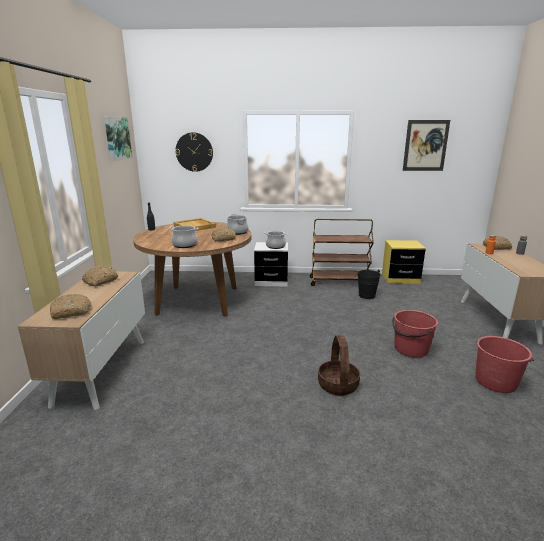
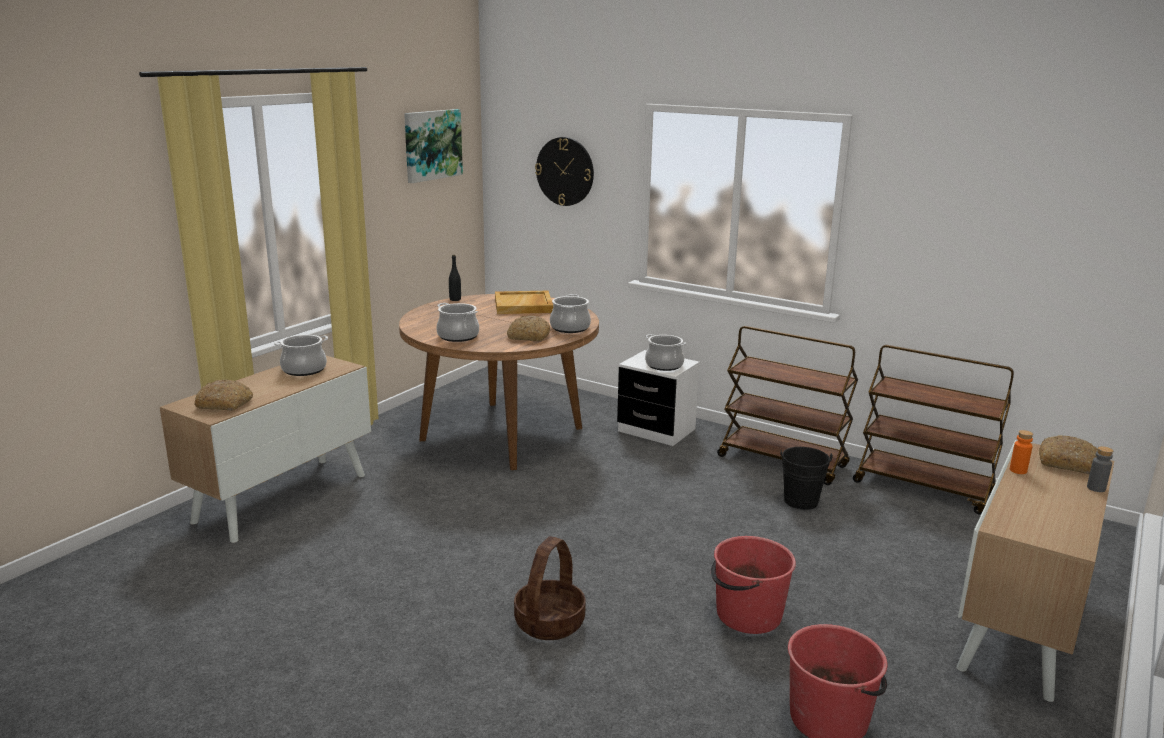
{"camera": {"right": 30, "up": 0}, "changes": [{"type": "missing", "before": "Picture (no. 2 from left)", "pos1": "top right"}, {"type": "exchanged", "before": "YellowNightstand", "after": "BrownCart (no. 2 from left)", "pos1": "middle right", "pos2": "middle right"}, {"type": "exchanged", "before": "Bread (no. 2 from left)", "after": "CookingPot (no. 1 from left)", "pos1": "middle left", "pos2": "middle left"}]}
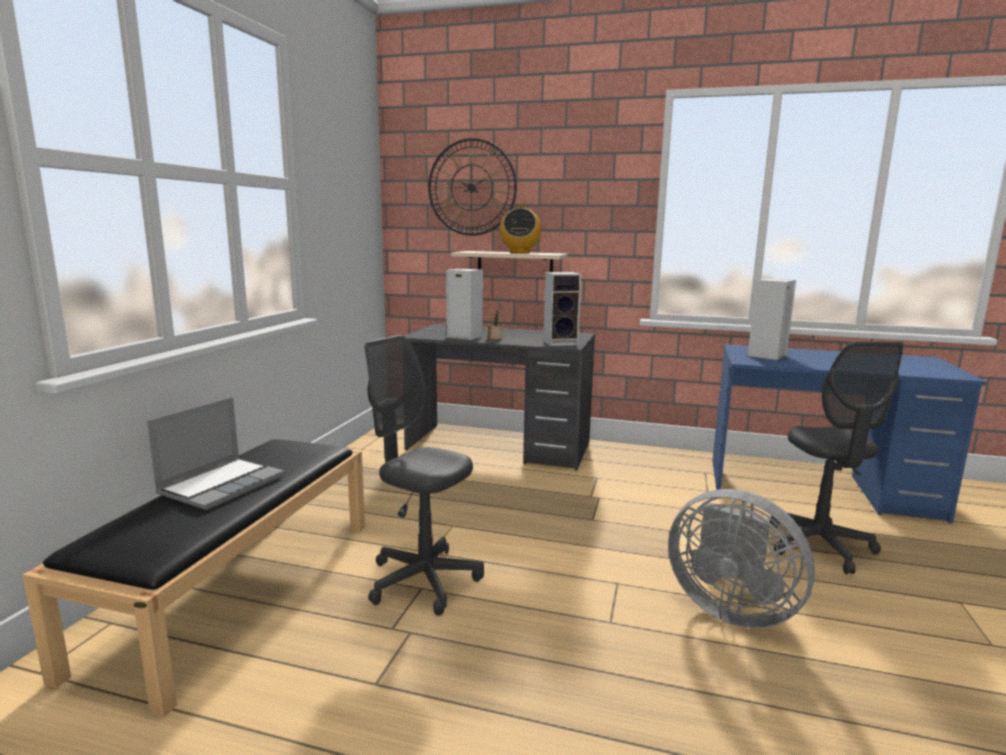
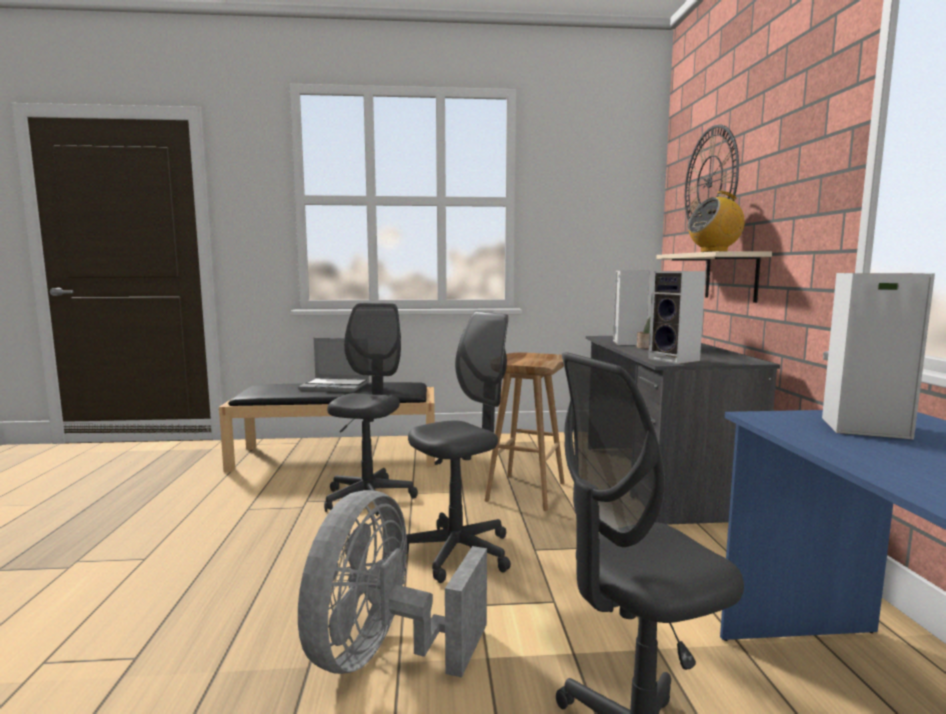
{"camera": {"right": 70, "up": -5}, "changes": [{"type": "appeared", "after": "GreyOfficeChair (no. 2 from left)", "pos2": "centre"}, {"type": "appeared", "after": "BrownStool", "pos2": "centre"}]}
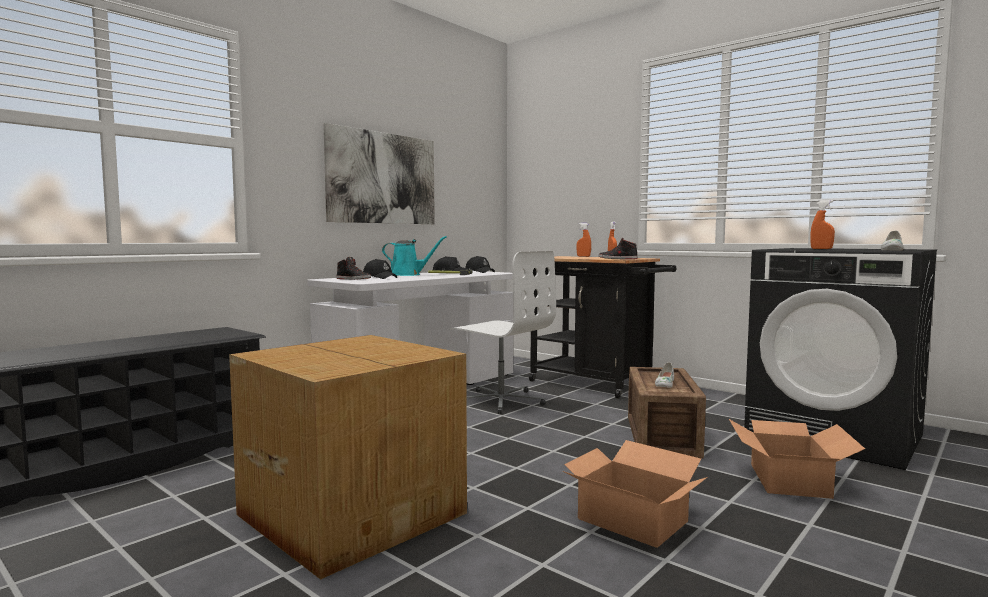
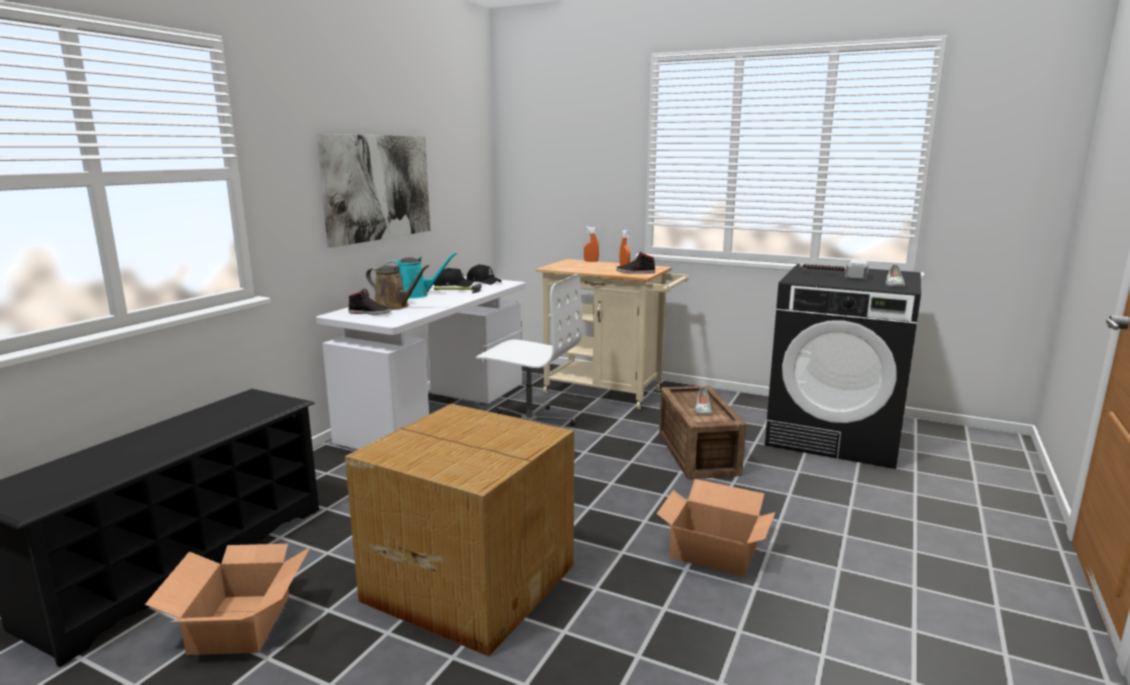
{"camera": {"right": -15, "up": 10}, "changes": [{"type": "exchanged", "before": "OrangeSprayBottle (no. 3 from left)", "after": "Hammer (no. 2 from left)", "pos1": "middle right", "pos2": "middle right"}, {"type": "colour", "before": "BlackCart", "after": "BeigeCart", "pos1": "centre", "pos2": "centre"}, {"type": "exchanged", "before": "BlackCap (no. 1 from left)", "after": "BrownWateringCan", "pos1": "centre", "pos2": "centre"}, {"type": "relocated", "before": "CardboardBox (no. 3 from left in the first image)", "after": "CardboardBox (no. 1 from left)", "pos1": "bottom right", "pos2": "bottom left"}]}
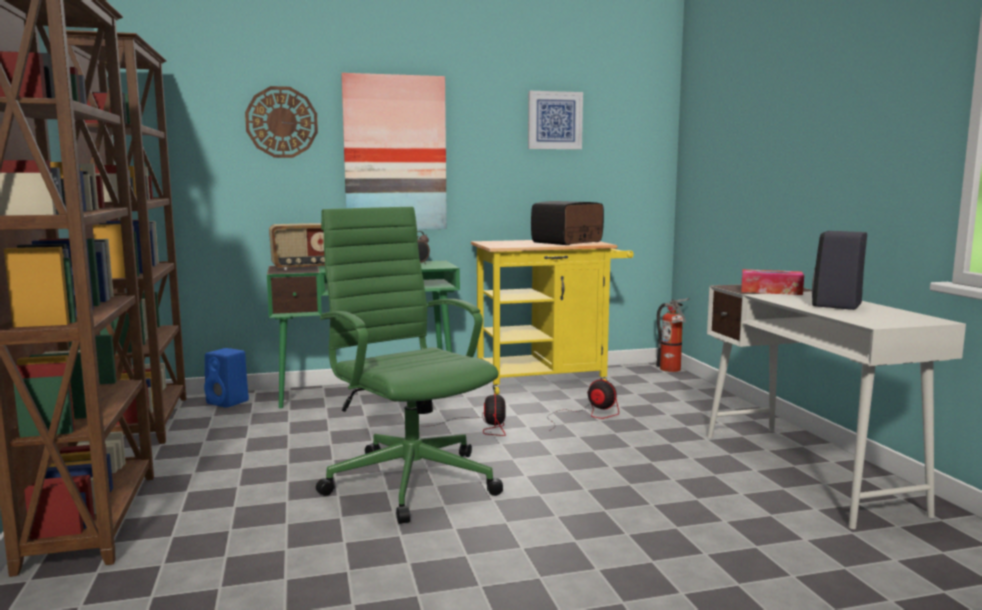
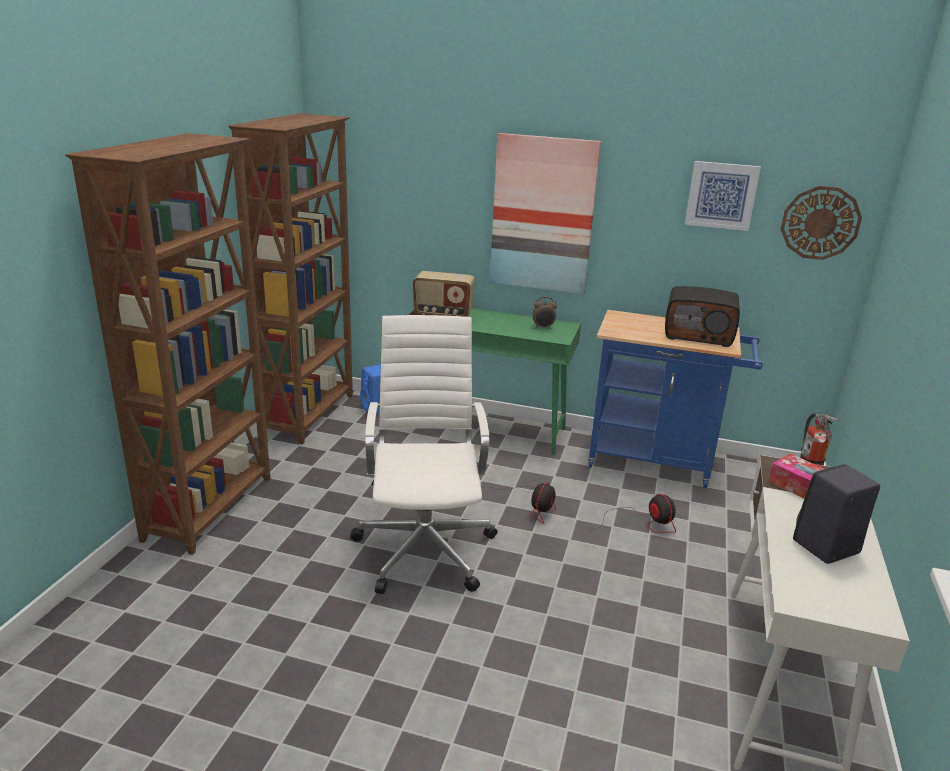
{"camera": {"right": 30, "up": 15}, "changes": [{"type": "relocated", "before": "WallClock", "pos1": "top left", "pos2": "top right"}, {"type": "spun", "before": "Radio (no. 2 from left)", "pos1": "centre", "pos2": "middle right", "turn": -150}, {"type": "colour", "before": "GreenOfficeChair", "after": "WhiteOfficeChair", "pos1": "centre", "pos2": "centre"}, {"type": "colour", "before": "YellowCart", "after": "BlueCart", "pos1": "centre", "pos2": "middle right"}]}
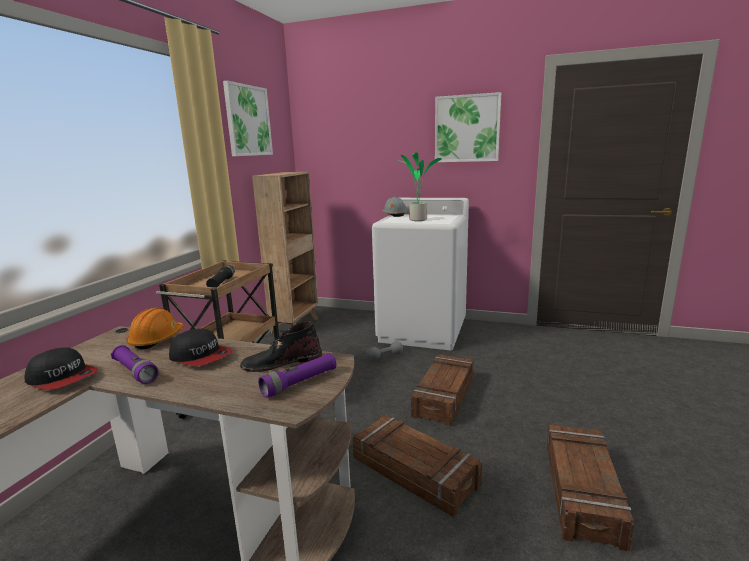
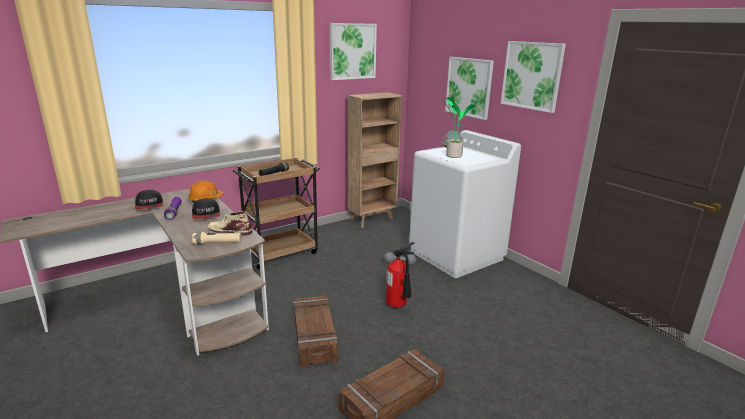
{"camera": {"right": 35, "up": 5}, "changes": [{"type": "colour", "before": "BlackBoot", "after": "BeigeBoot", "pos1": "centre", "pos2": "middle left"}, {"type": "colour", "before": "PurpleFlashlight (no. 2 from left)", "after": "BeigeFlashlight", "pos1": "bottom centre", "pos2": "middle left"}, {"type": "exchanged", "before": "Crate (no. 2 from left)", "after": "FireExtinguisher", "pos1": "bottom centre", "pos2": "centre"}, {"type": "appeared", "after": "Picture (no. 2 from left)", "pos2": "top centre"}]}
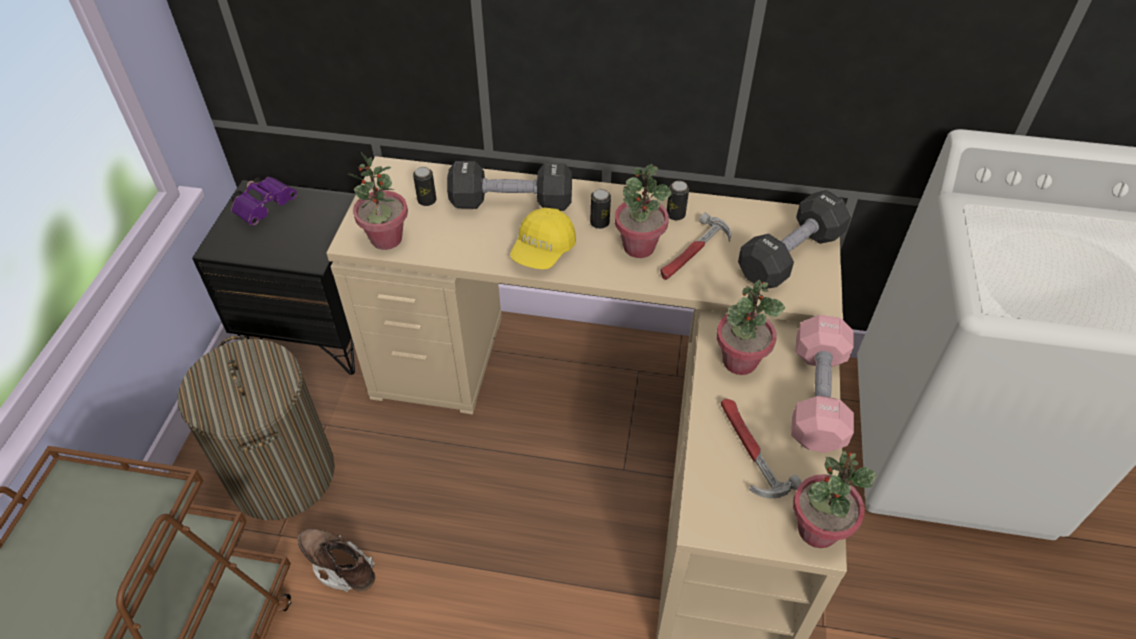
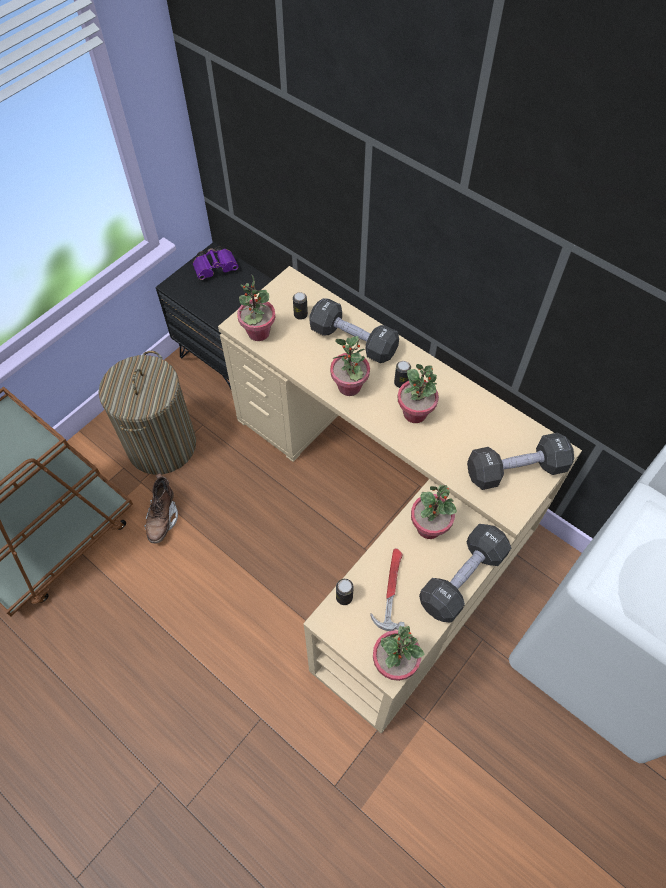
{"camera": {"right": 30, "up": 10}, "changes": [{"type": "relocated", "before": "Can (no. 3 from left in the first image)", "after": "Can (no. 2 from left)", "pos1": "top centre", "pos2": "bottom centre"}, {"type": "exchanged", "before": "YellowCap", "after": "PottedPlant (no. 2 from left)", "pos1": "centre", "pos2": "centre"}, {"type": "missing", "before": "Hammer (no. 1 from left)", "pos1": "centre"}, {"type": "colour", "before": "PinkDumbbell", "after": "BlackDumbbell (no. 2 from left)", "pos1": "middle right", "pos2": "middle right"}, {"type": "spun", "before": "BrownBoot", "pos1": "bottom left", "pos2": "middle left", "turn": -150}]}
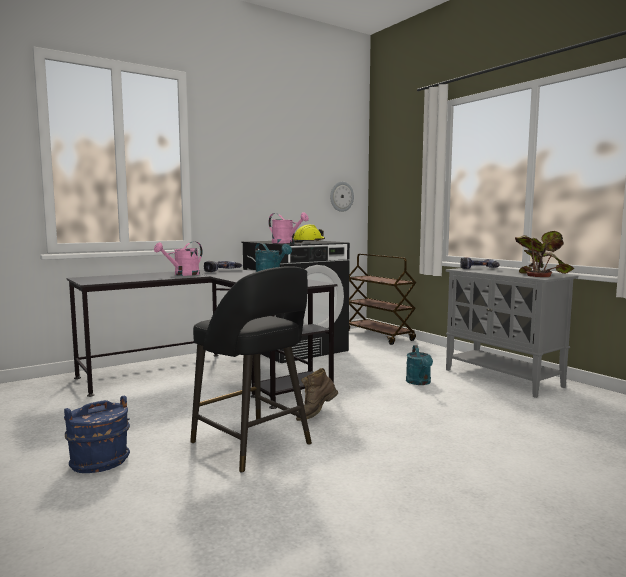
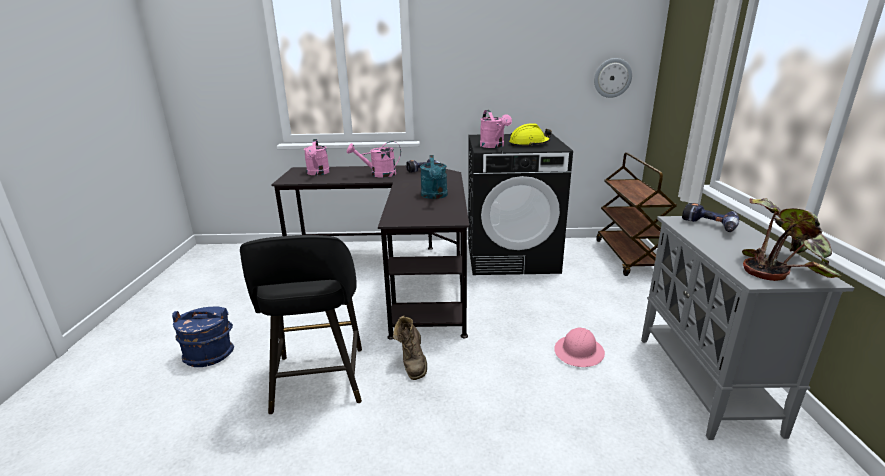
{"camera": {"right": 35, "up": 15}, "changes": [{"type": "exchanged", "before": "TurquoiseWateringCan (no. 2 from left)", "after": "PinkHardHat", "pos1": "middle right", "pos2": "bottom centre"}, {"type": "spun", "before": "BrownBoot", "pos1": "bottom centre", "pos2": "bottom centre", "turn": -90}, {"type": "appeared", "after": "PinkWateringCan (no. 1 from left)", "pos2": "top centre"}]}
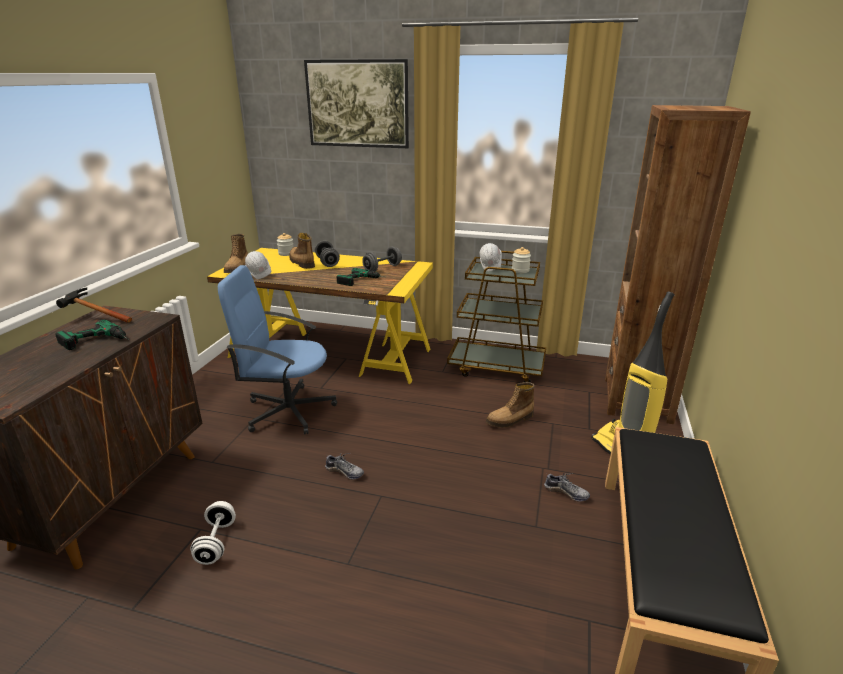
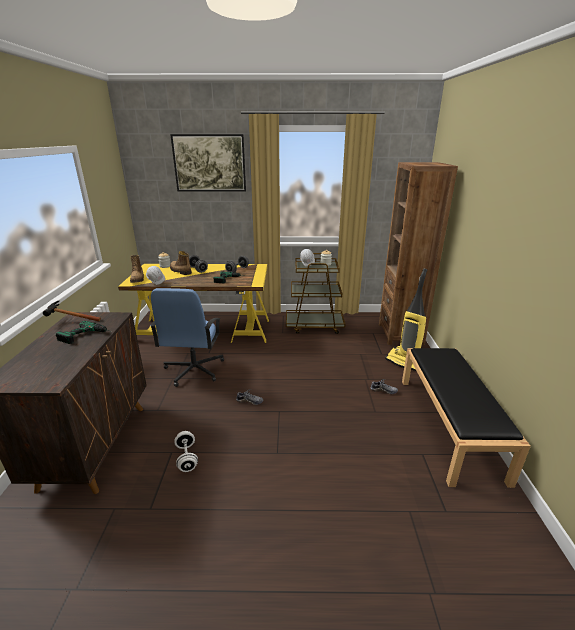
{"camera": {"right": -15, "up": 0}, "changes": [{"type": "spun", "before": "BlueOfficeChair", "pos1": "middle left", "pos2": "middle left", "turn": -75}, {"type": "missing", "before": "Boot (no. 3 from left)", "pos1": "centre"}]}
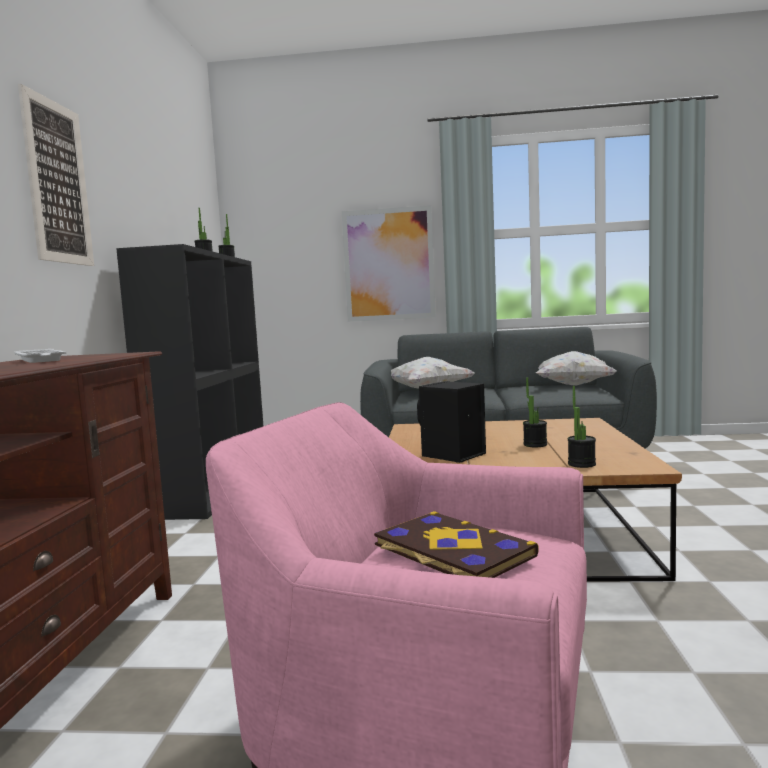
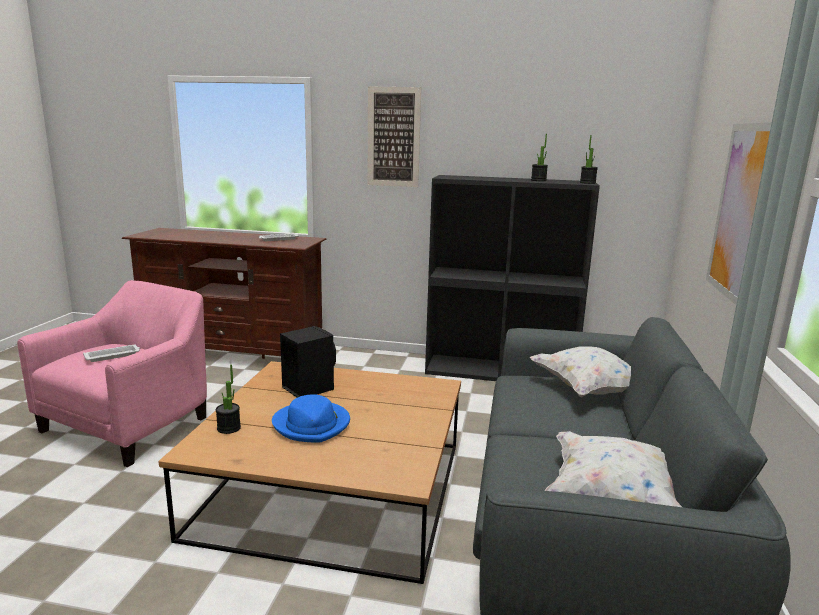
{"camera": {"right": 95, "up": 10}, "changes": [{"type": "exchanged", "before": "PottedPlant (no. 3 from left)", "after": "BlueHat", "pos1": "middle right", "pos2": "bottom centre"}, {"type": "exchanged", "before": "Book", "after": "WhiteTray (no. 1 from left)", "pos1": "bottom centre", "pos2": "middle left"}]}
